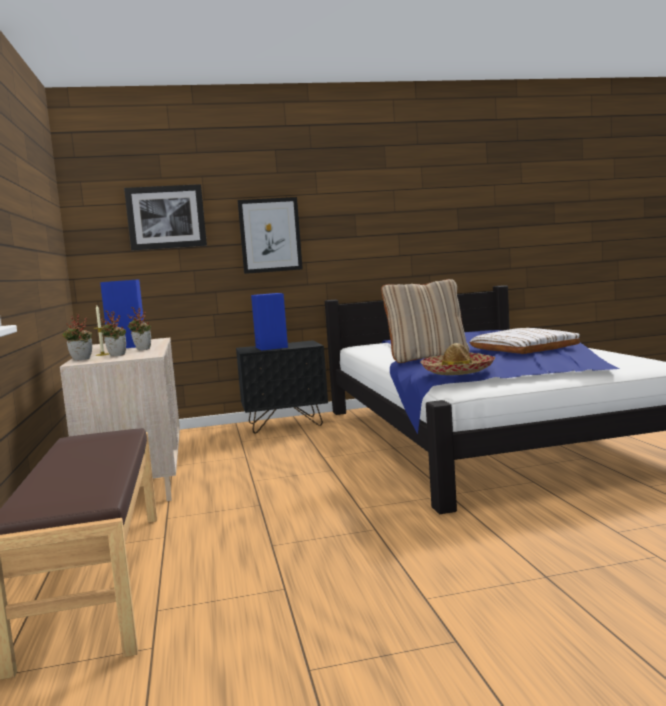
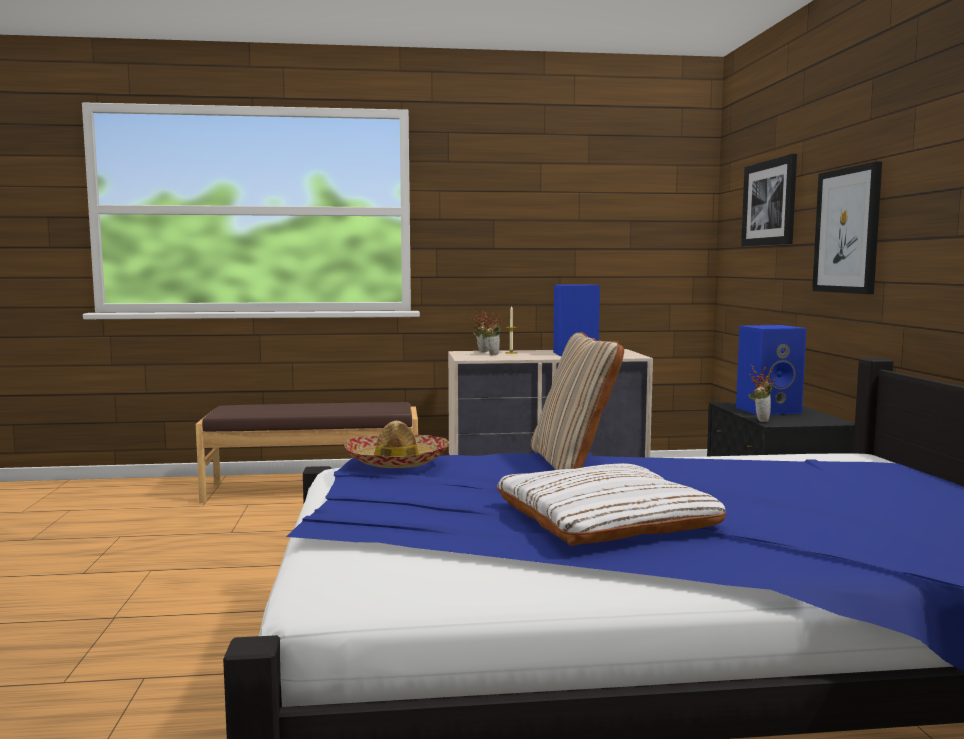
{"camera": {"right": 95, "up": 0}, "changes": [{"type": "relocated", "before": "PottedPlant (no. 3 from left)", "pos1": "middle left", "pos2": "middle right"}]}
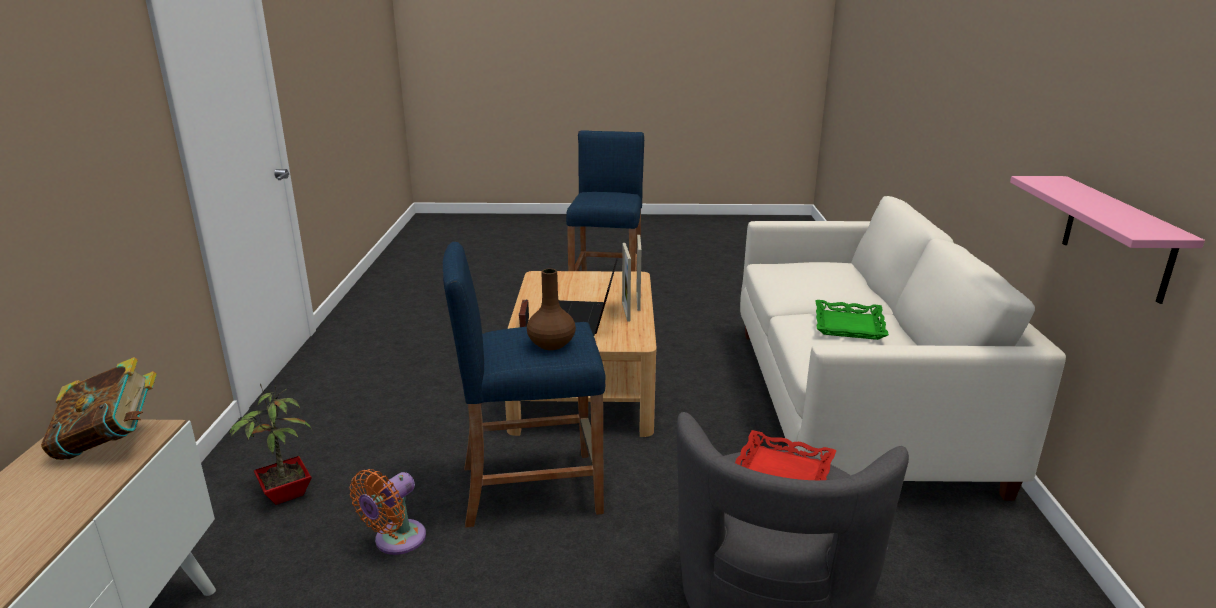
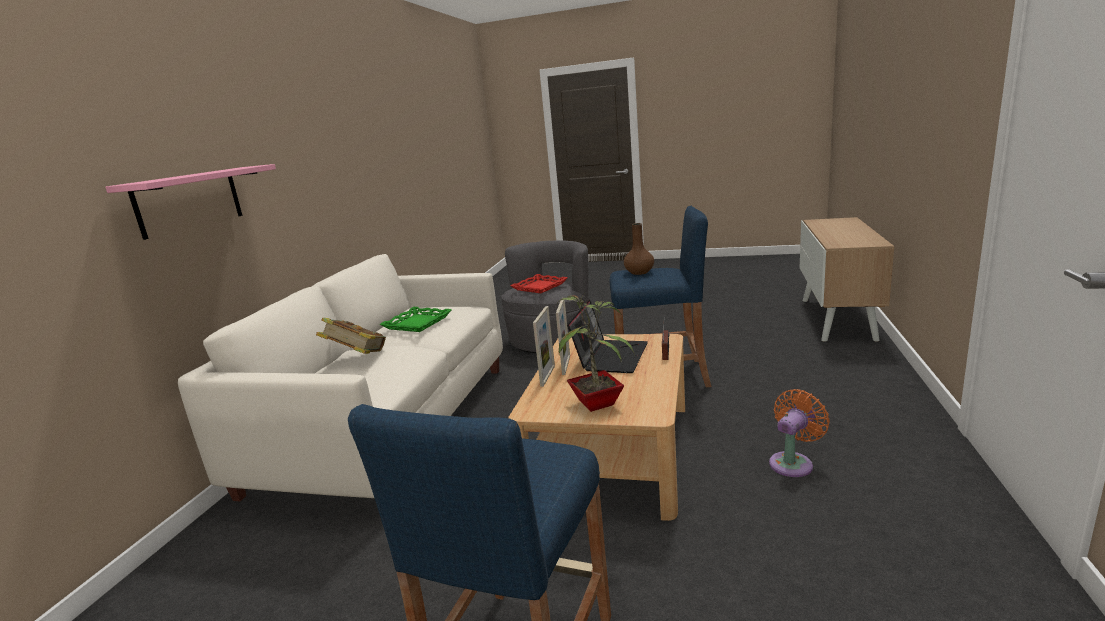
{"camera": {"right": -165, "up": -5}, "changes": [{"type": "relocated", "before": "PinkShelf", "pos1": "middle right", "pos2": "top left"}, {"type": "relocated", "before": "Book", "pos1": "bottom left", "pos2": "middle left"}, {"type": "relocated", "before": "PottedPlant", "pos1": "bottom left", "pos2": "centre"}, {"type": "relocated", "before": "OrangeFan", "pos1": "bottom left", "pos2": "bottom right"}]}
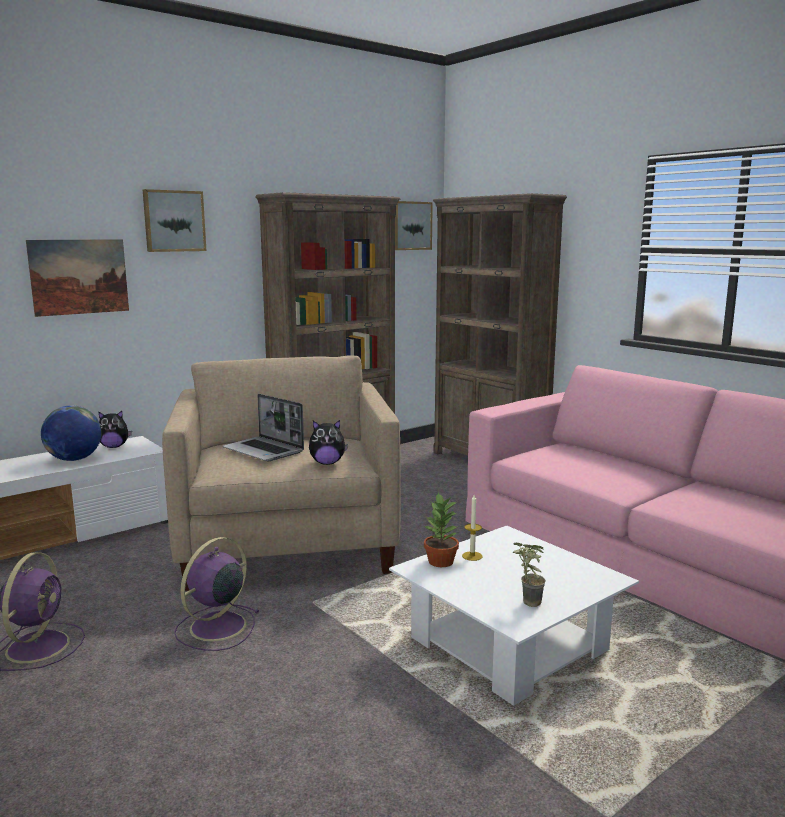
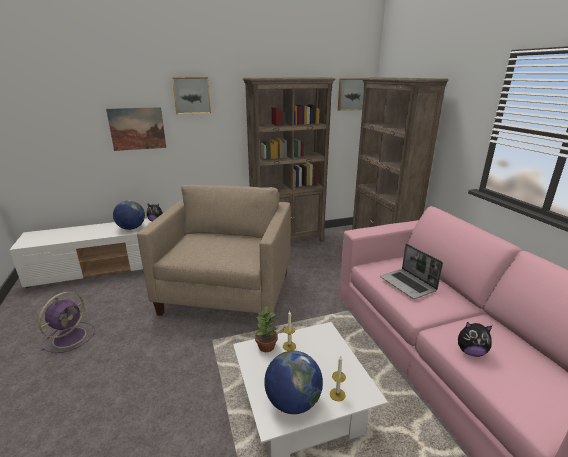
{"camera": {"right": 20, "up": 10}, "changes": [{"type": "relocated", "before": "Laptop", "pos1": "centre", "pos2": "middle right"}, {"type": "relocated", "before": "PlushToy (no. 2 from left)", "pos1": "centre", "pos2": "bottom right"}, {"type": "missing", "before": "PurpleFan (no. 2 from left)", "pos1": "bottom left"}, {"type": "exchanged", "before": "PottedPlant (no. 2 from left)", "after": "Globe (no. 2 from left)", "pos1": "bottom right", "pos2": "bottom centre"}, {"type": "appeared", "after": "Candle (no. 2 from left)", "pos2": "bottom centre"}]}
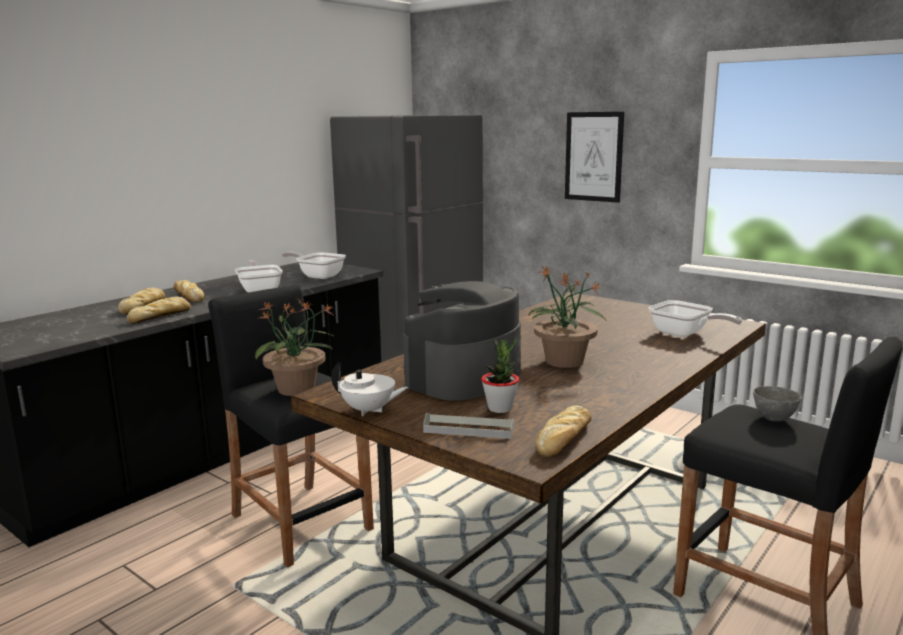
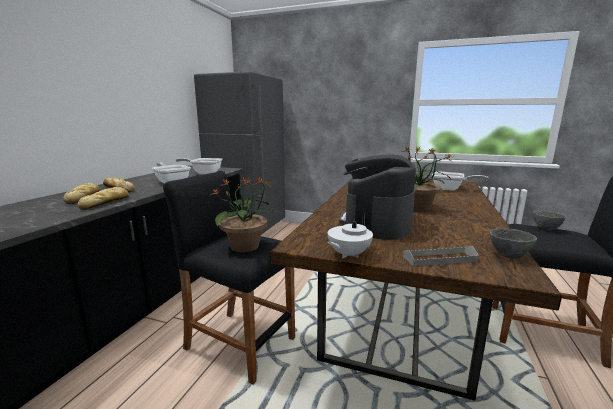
{"camera": {"right": -20, "up": 0}, "changes": [{"type": "missing", "before": "Picture", "pos1": "top centre"}, {"type": "missing", "before": "PottedPlant (no. 2 from left)", "pos1": "centre"}, {"type": "spun", "before": "WhiteTeapot", "pos1": "centre", "pos2": "centre", "turn": 135}, {"type": "exchanged", "before": "Bread (no. 4 from left)", "after": "GreyBowl (no. 1 from left)", "pos1": "bottom centre", "pos2": "middle right"}]}
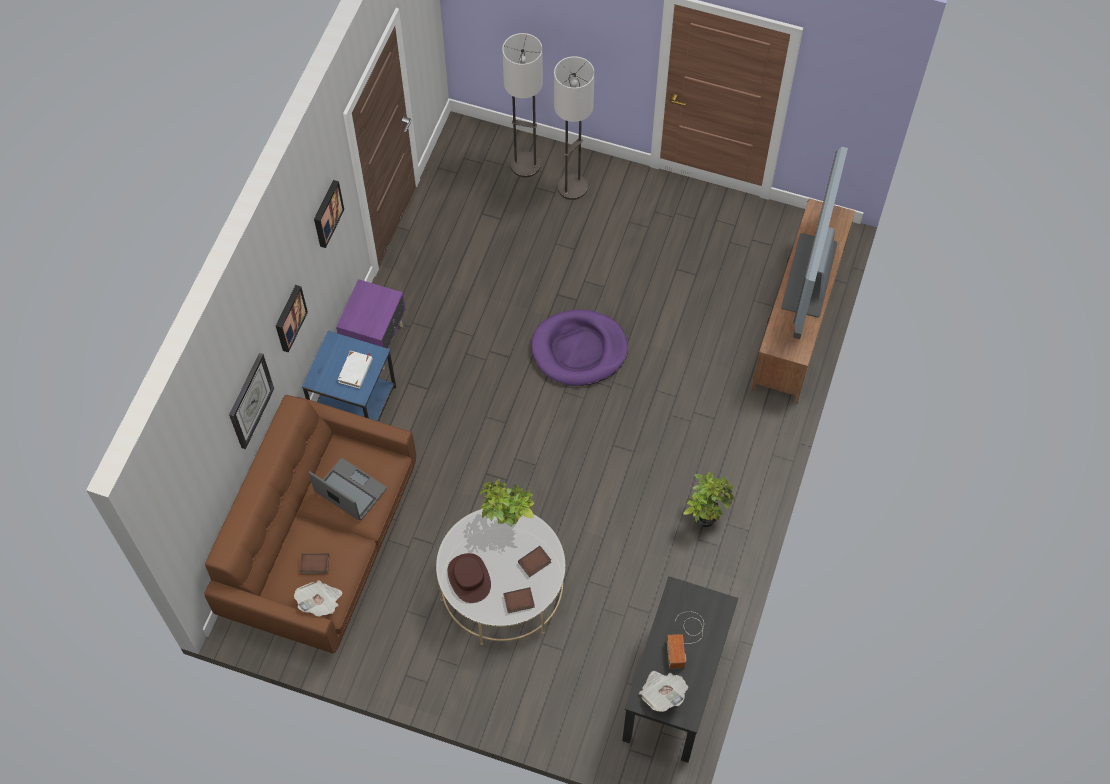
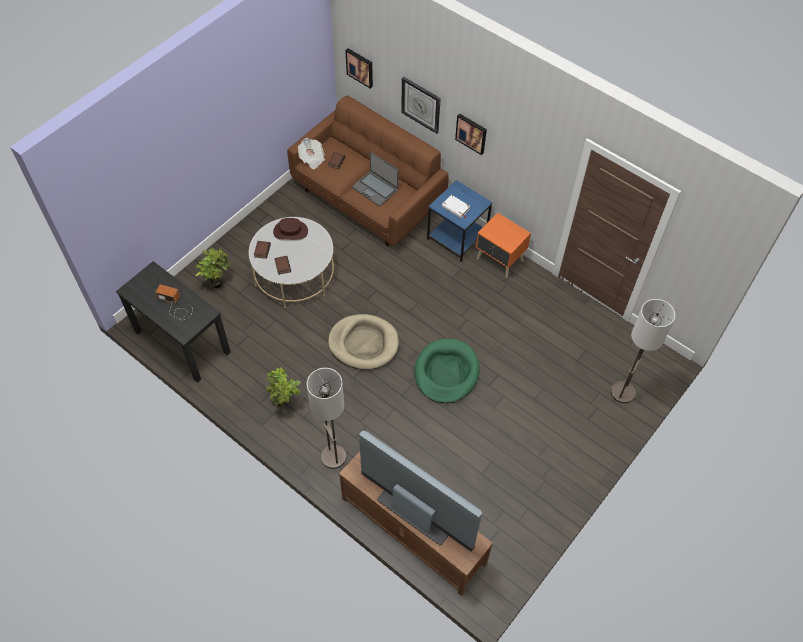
{"camera": {"right": 110, "up": -5}, "changes": [{"type": "relocated", "before": "FloorLamp (no. 2 from left in the first image)", "after": "FloorLamp (no. 1 from left)", "pos1": "top centre", "pos2": "centre"}, {"type": "relocated", "before": "Picture (no. 2 from left in the first image)", "after": "Picture (no. 1 from left)", "pos1": "top left", "pos2": "top centre"}, {"type": "colour", "before": "PurpleNightstand", "after": "OrangeNightstand", "pos1": "centre", "pos2": "centre"}, {"type": "colour", "before": "PurpleDogBed", "after": "GreenDogBed", "pos1": "centre", "pos2": "centre"}, {"type": "spun", "before": "Laptop", "pos1": "middle left", "pos2": "top centre", "turn": 75}, {"type": "relocated", "before": "PottedPlant (no. 1 from left)", "pos1": "centre", "pos2": "middle left"}, {"type": "missing", "before": "Newspaper (no. 2 from left)", "pos1": "bottom centre"}, {"type": "appeared", "after": "BeigeDogBed", "pos2": "centre"}]}
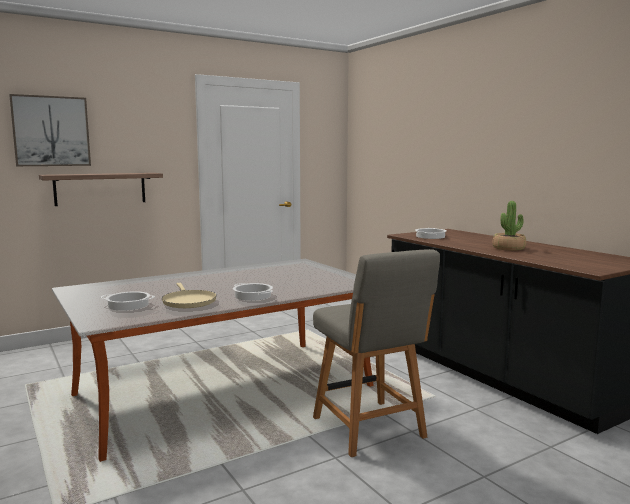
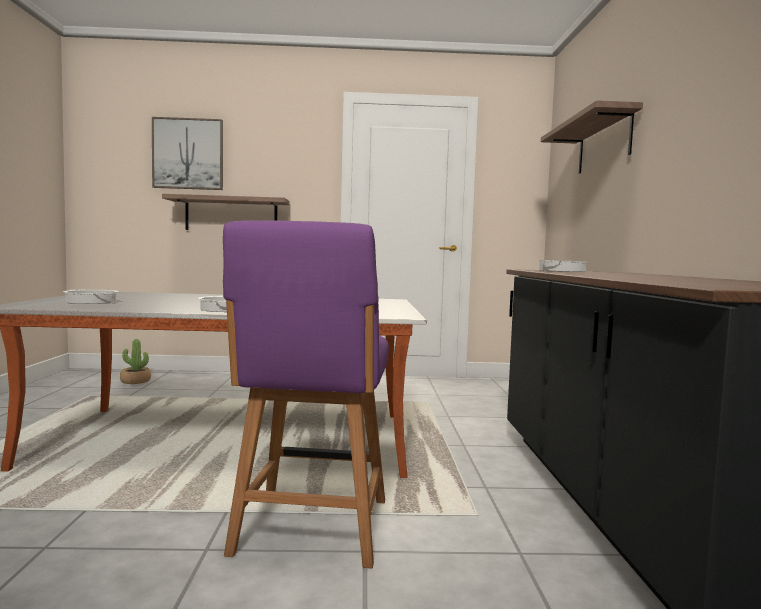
{"camera": {"right": 30, "up": -5}, "changes": [{"type": "relocated", "before": "PottedPlant", "pos1": "middle right", "pos2": "middle left"}, {"type": "colour", "before": "GreyChair", "after": "PurpleChair", "pos1": "bottom centre", "pos2": "centre"}, {"type": "missing", "before": "BeigeFryingPan", "pos1": "middle left"}, {"type": "appeared", "after": "Shelf (no. 2 from left)", "pos2": "top right"}]}
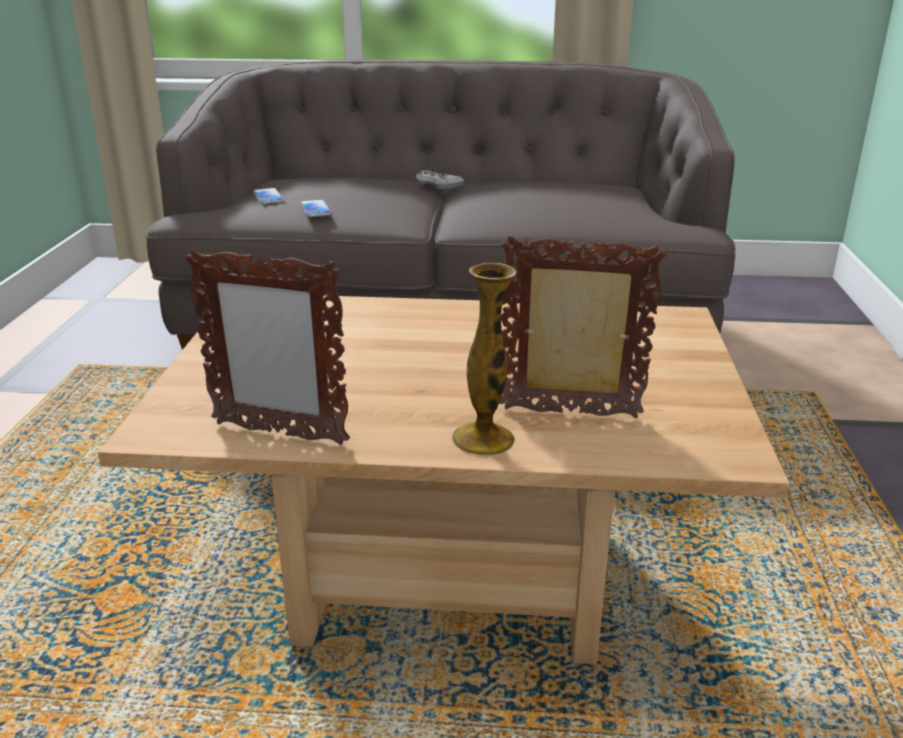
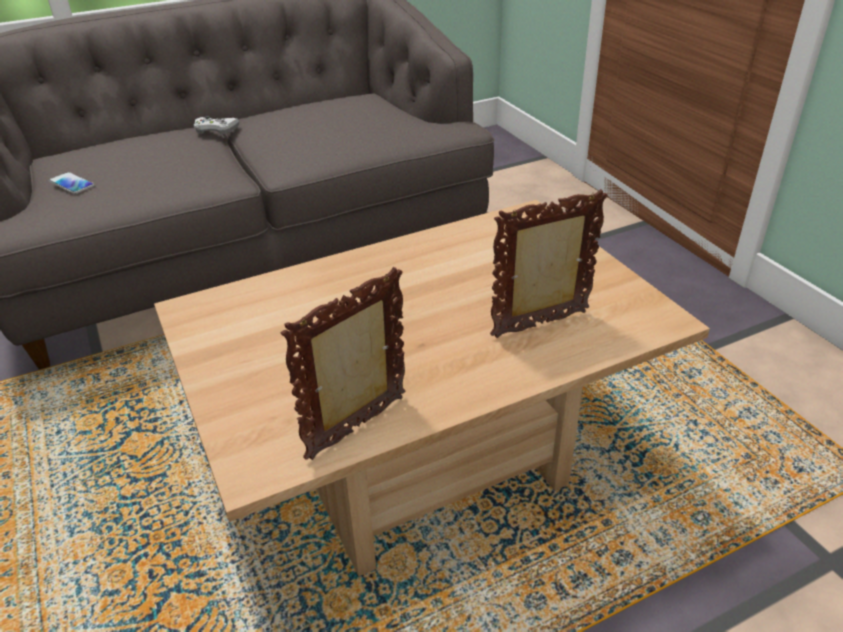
{"camera": {"right": -30, "up": 10}, "changes": [{"type": "missing", "before": "Phone (no. 2 from left)", "pos1": "top centre"}, {"type": "spun", "before": "PictureFrame (no. 1 from left)", "pos1": "middle left", "pos2": "centre", "turn": 150}, {"type": "missing", "before": "Vase", "pos1": "centre"}]}
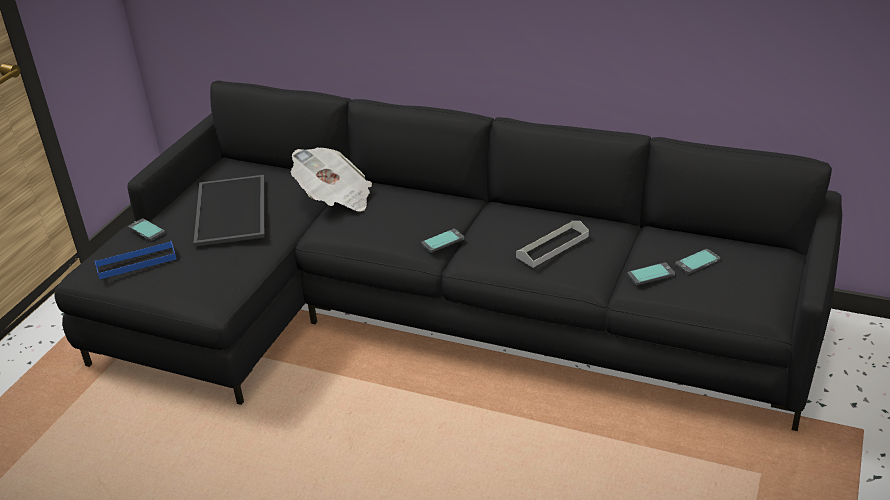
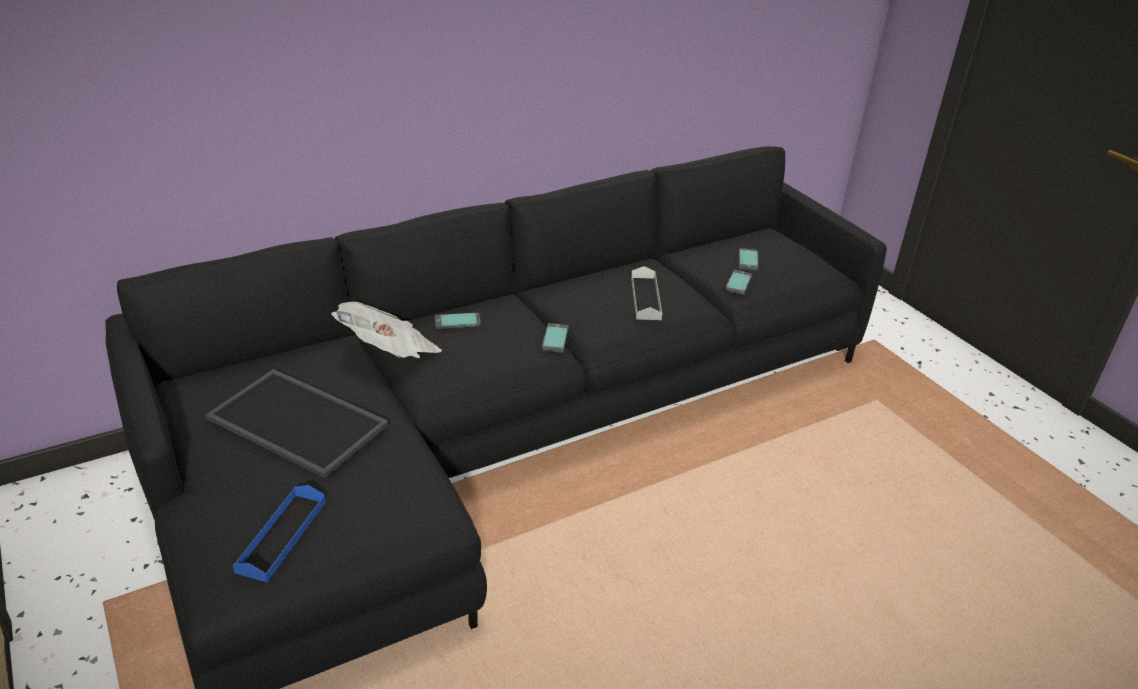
{"camera": {"right": -55, "up": 0}, "changes": [{"type": "relocated", "before": "Phone (no. 1 from left)", "pos1": "middle left", "pos2": "centre"}]}
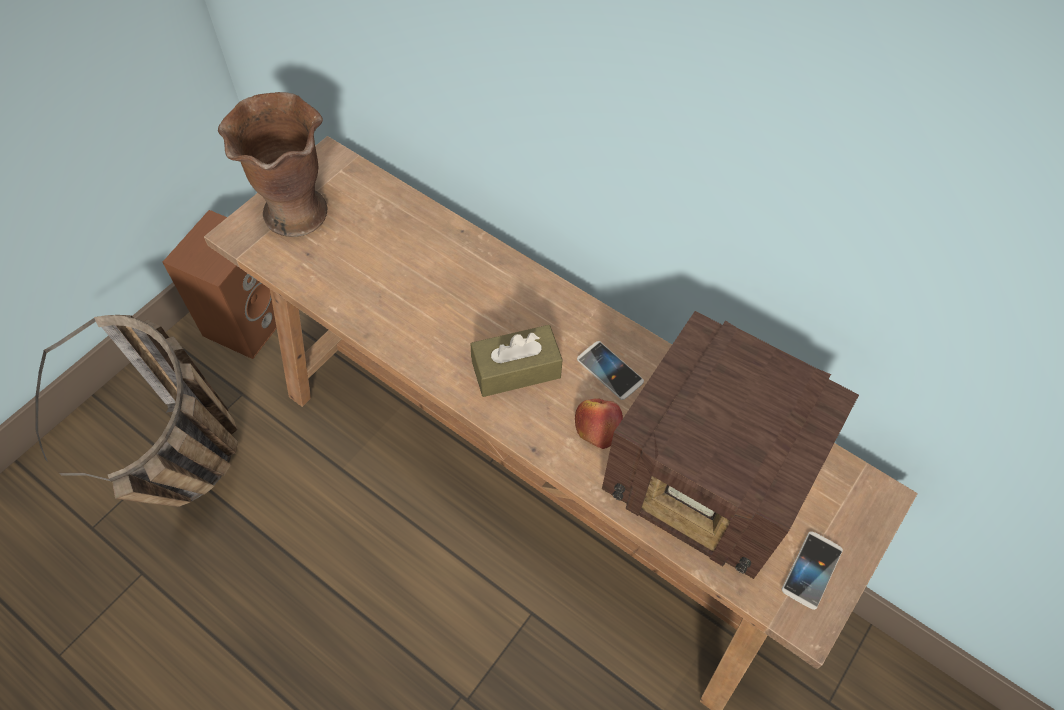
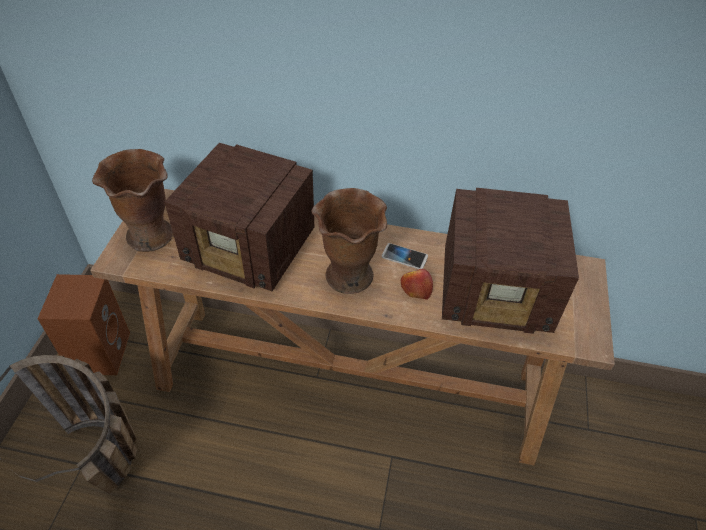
{"camera": {"right": -25, "up": -10}, "changes": [{"type": "exchanged", "before": "BrownTissueBox", "after": "BrownVase (no. 2 from left)", "pos1": "centre", "pos2": "centre"}, {"type": "missing", "before": "Phone (no. 2 from left)", "pos1": "bottom right"}, {"type": "appeared", "after": "Radio (no. 1 from left)", "pos2": "centre"}]}
